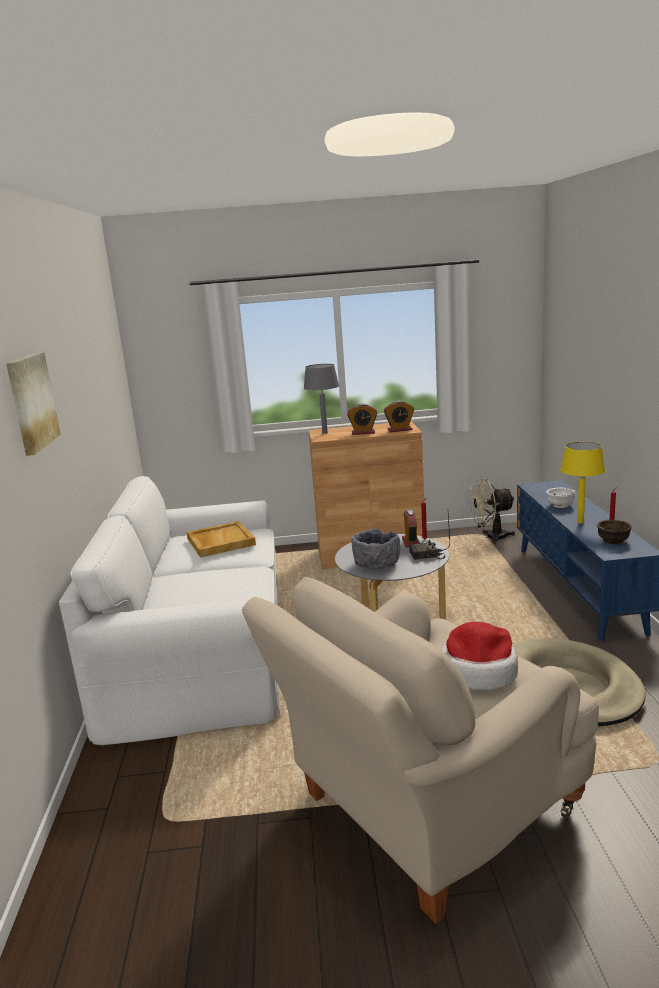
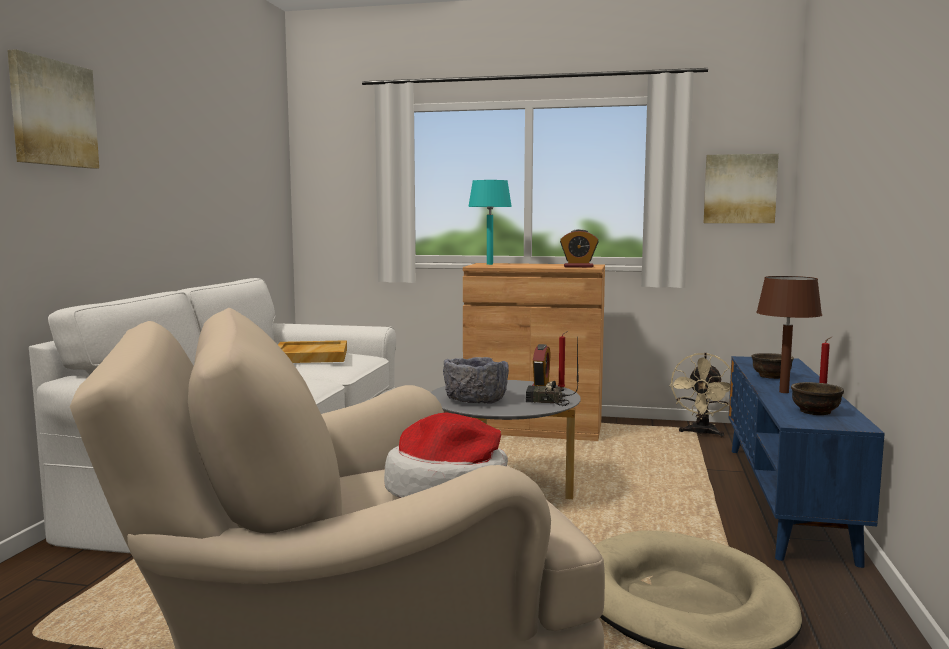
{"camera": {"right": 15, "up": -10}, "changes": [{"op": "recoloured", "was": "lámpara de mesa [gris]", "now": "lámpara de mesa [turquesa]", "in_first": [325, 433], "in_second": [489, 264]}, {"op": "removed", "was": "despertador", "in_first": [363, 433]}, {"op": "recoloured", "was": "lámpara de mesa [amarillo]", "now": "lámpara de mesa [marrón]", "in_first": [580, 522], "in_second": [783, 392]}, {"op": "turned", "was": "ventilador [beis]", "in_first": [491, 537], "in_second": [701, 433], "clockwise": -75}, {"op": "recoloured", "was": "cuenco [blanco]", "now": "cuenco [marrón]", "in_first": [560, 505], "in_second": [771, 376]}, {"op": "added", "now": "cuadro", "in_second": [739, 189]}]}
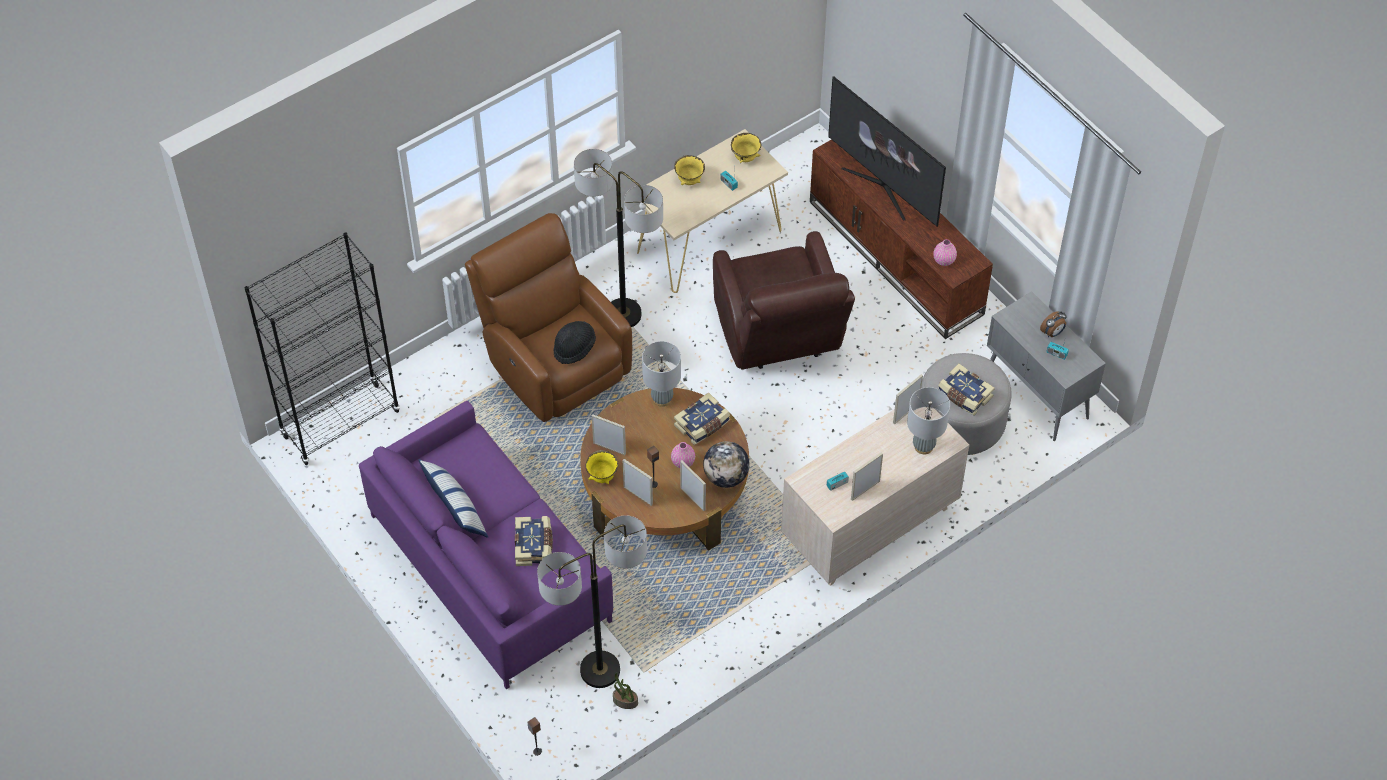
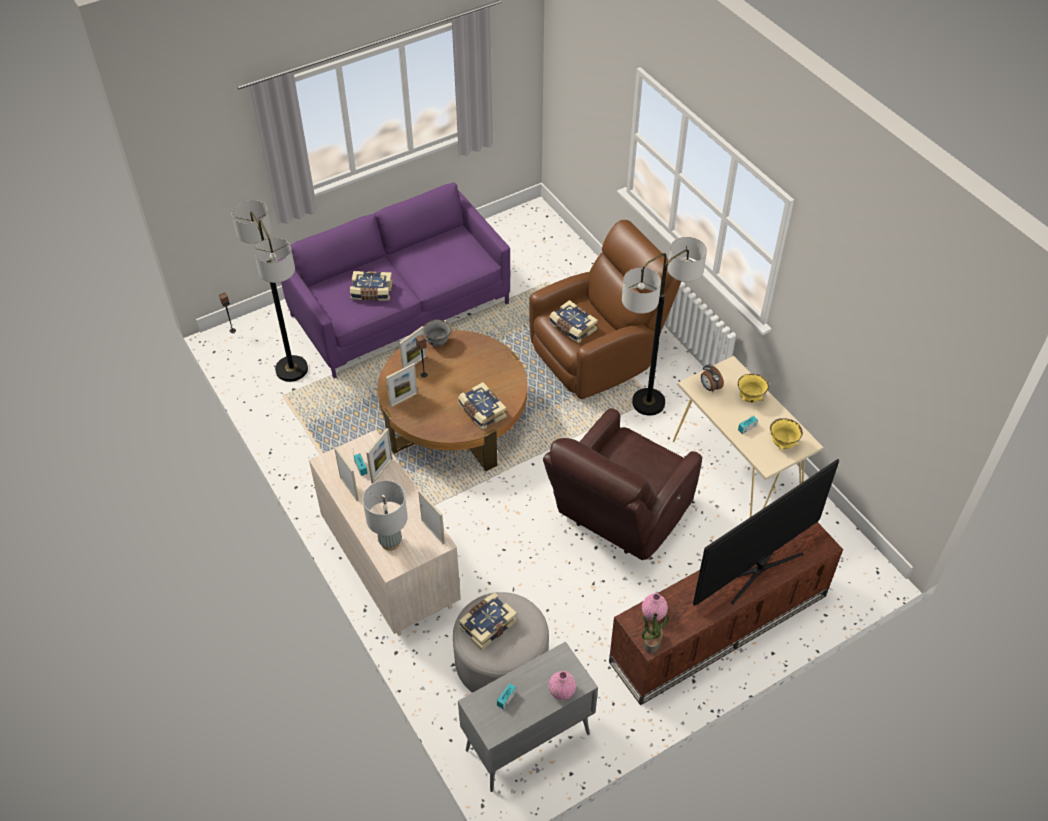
{"camera": {"right": 95, "up": -5}, "changes": [{"op": "turned", "was": "sillón [marrón]", "in_first": [779, 337], "in_second": [618, 517], "clockwise": -45}, {"op": "removed", "was": "estantería [negro]", "in_first": [341, 423]}, {"op": "moved", "was": "despertador", "in_first": [1052, 333], "in_second": [709, 387]}, {"op": "replaced", "was": "sombrero [negro]", "now": "libro", "in_first": [574, 348], "in_second": [572, 328]}, {"op": "removed", "was": "lámpara de mesa [gris]", "in_first": [662, 399]}, {"op": "moved", "was": "portarretratos", "in_first": [609, 448], "in_second": [382, 470]}, {"op": "removed", "was": "globo terráqueo", "in_first": [726, 477]}, {"op": "moved", "was": "florero [rosa]", "in_first": [683, 462], "in_second": [562, 691]}, {"op": "recoloured", "was": "cuenco [amarillo]", "now": "cuenco [gris]", "in_first": [602, 476], "in_second": [438, 343]}, {"op": "removed", "was": "cojín", "in_first": [455, 508]}, {"op": "moved", "was": "planta en maceta", "in_first": [625, 701], "in_second": [652, 641]}]}
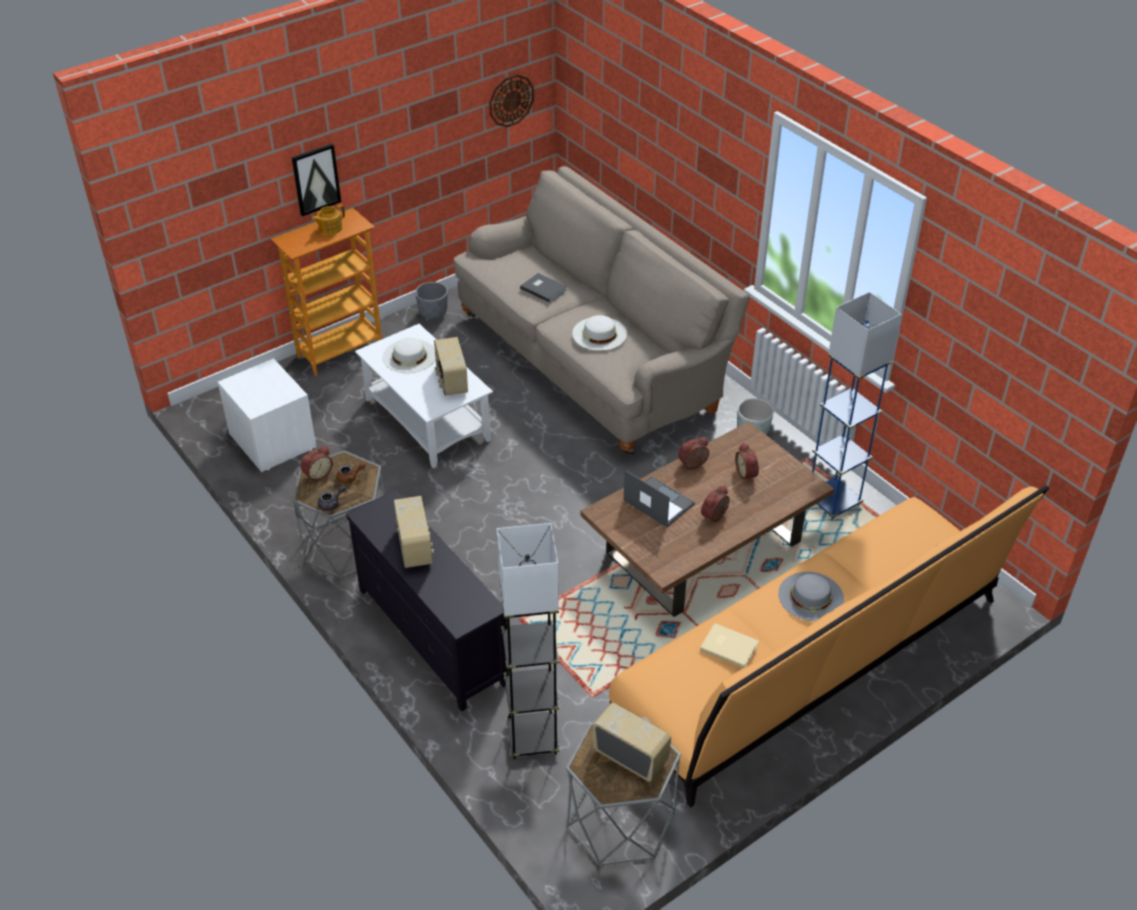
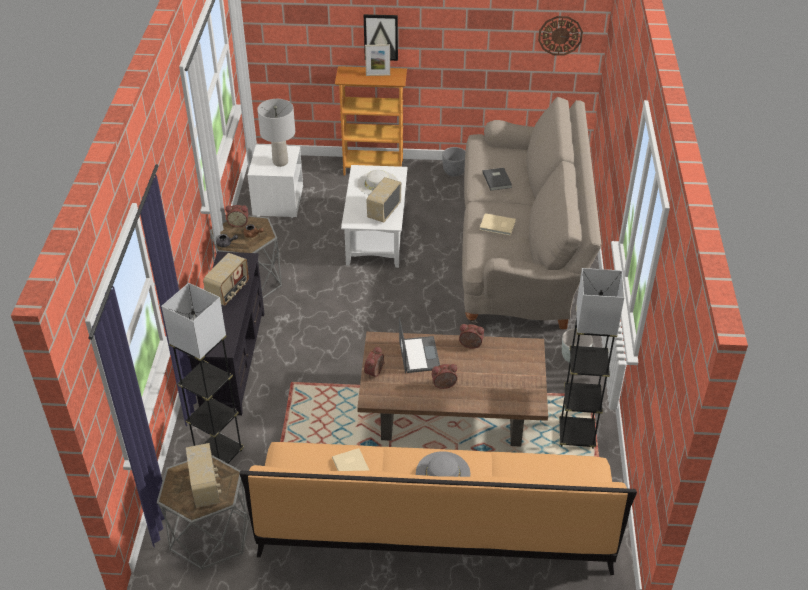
{"camera": {"right": 40, "up": 0}, "changes": [{"op": "replaced", "was": "tetera", "now": "portarretratos", "in_first": [330, 228], "in_second": [378, 75]}, {"op": "recoloured", "was": "lámpara de pie [azul]", "now": "lámpara de pie [gris]", "in_first": [833, 502], "in_second": [576, 435]}, {"op": "replaced", "was": "sombrero [blanco]", "now": "libro [beis]", "in_first": [599, 333], "in_second": [497, 226]}, {"op": "moved", "was": "despertador", "in_first": [747, 474], "in_second": [375, 372]}, {"op": "added", "now": "lámpara de mesa [gris]", "in_second": [280, 162]}]}
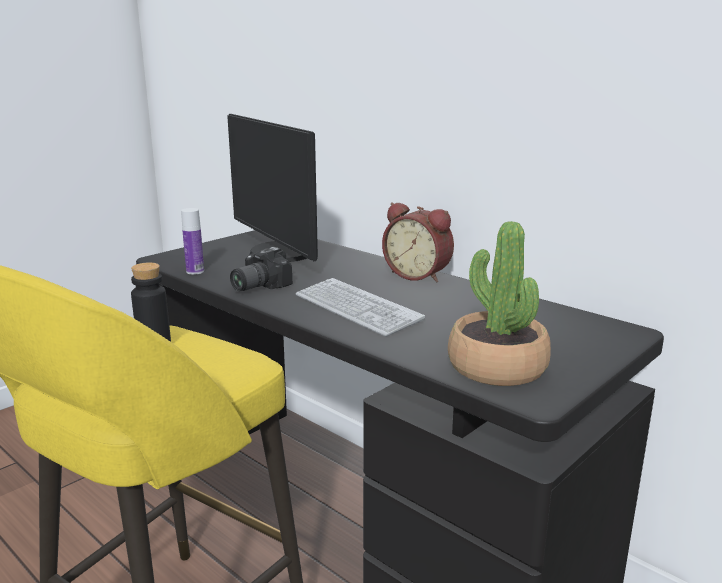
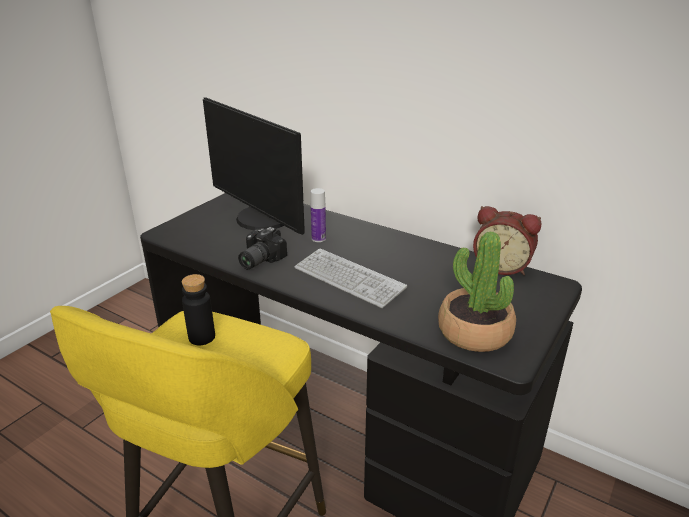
{"camera": {"right": -10, "up": 10}, "changes": [{"op": "moved", "was": "despertador", "in_first": [418, 275], "in_second": [502, 266]}, {"op": "moved", "was": "botella", "in_first": [195, 271], "in_second": [318, 238]}]}
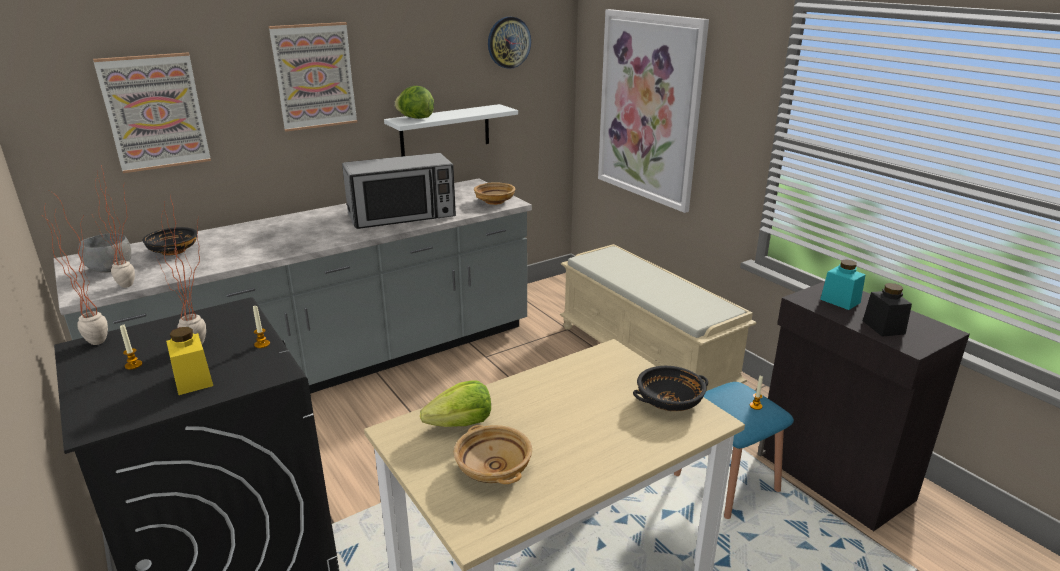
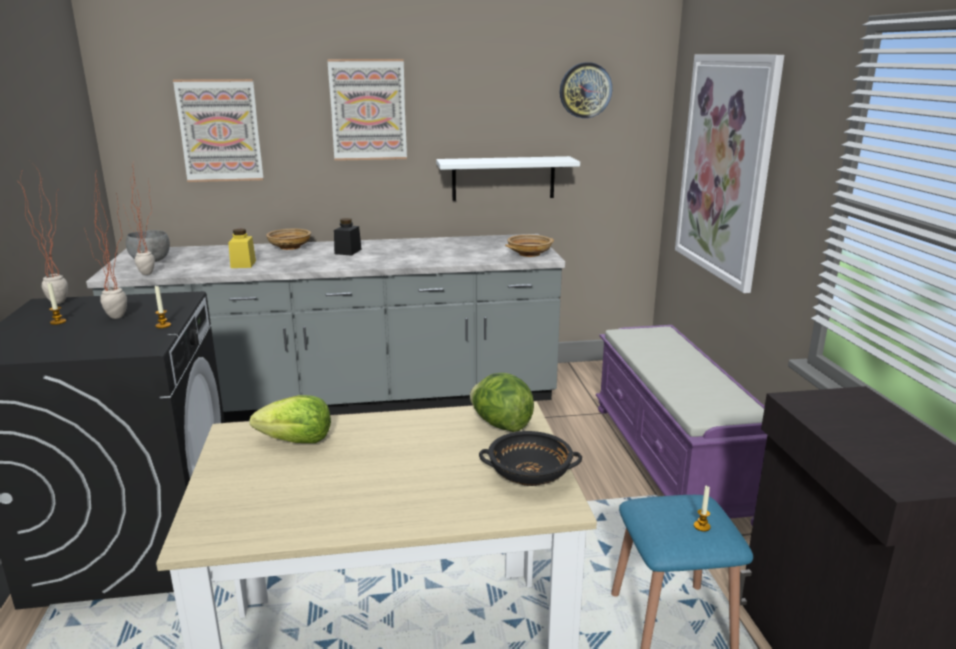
{"camera": {"right": 25, "up": -5}, "changes": [{"op": "moved", "was": "lechuga", "in_first": [415, 118], "in_second": [500, 425]}, {"op": "removed", "was": "microondas", "in_first": [402, 216]}, {"op": "removed", "was": "cuenco [negro]", "in_first": [173, 250]}, {"op": "recoloured", "was": "banco [beis]", "now": "banco [morado]", "in_first": [646, 358], "in_second": [672, 461]}, {"op": "removed", "was": "tarro [turquesa]", "in_first": [840, 301]}, {"op": "moved", "was": "tarro [negro]", "in_first": [883, 327], "in_second": [348, 251]}, {"op": "moved", "was": "tarro [amarillo]", "in_first": [193, 380], "in_second": [243, 264]}, {"op": "moved", "was": "cuenco [beis]", "in_first": [492, 468], "in_second": [289, 247]}]}
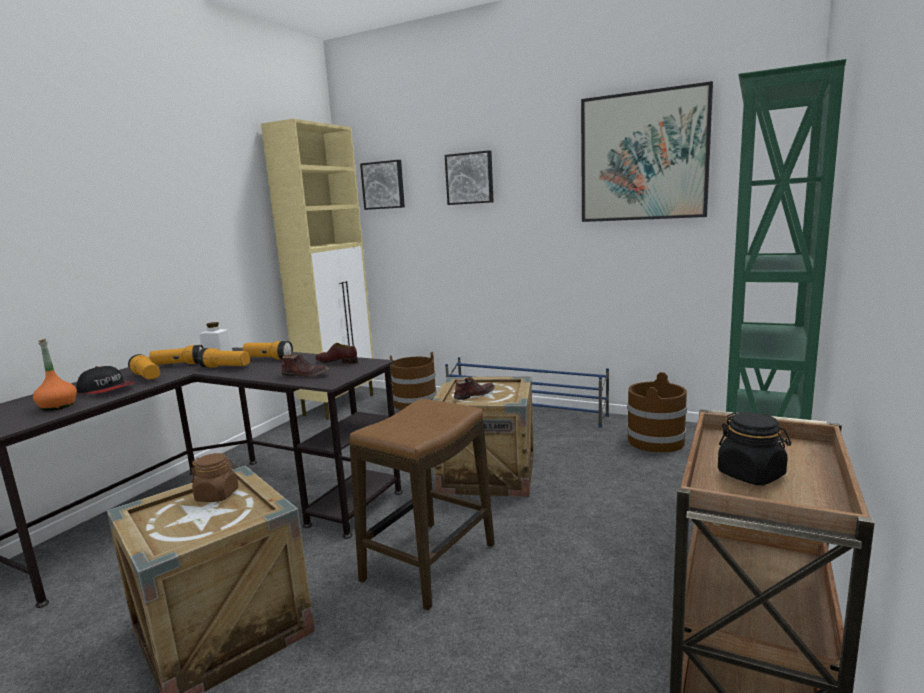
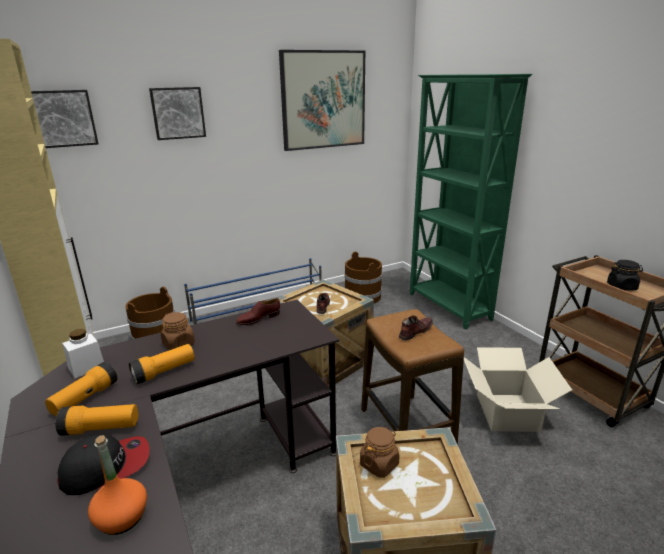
{"camera": {"right": -55, "up": 10}, "changes": [{"op": "replaced", "was": "linterna", "now": "tarro [marrón]", "in_first": [268, 359], "in_second": [179, 344]}, {"op": "moved", "was": "zapato [marrón]", "in_first": [306, 375], "in_second": [415, 331]}, {"op": "added", "now": "caja de cartón", "in_second": [506, 412]}]}
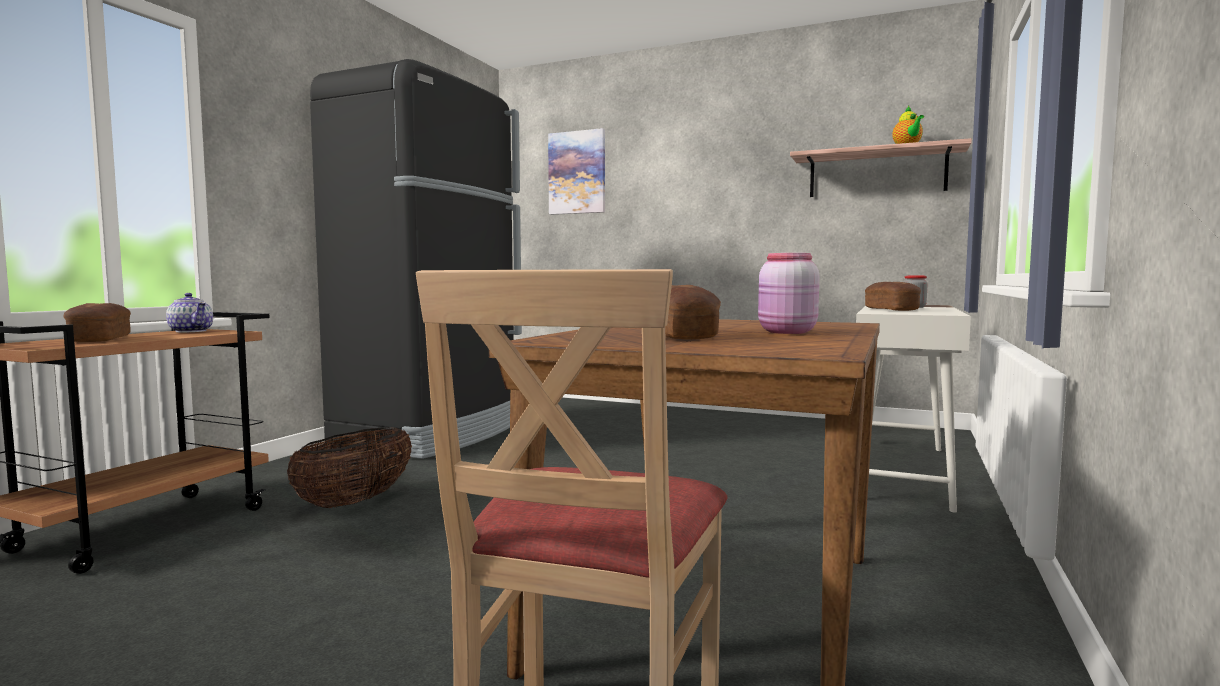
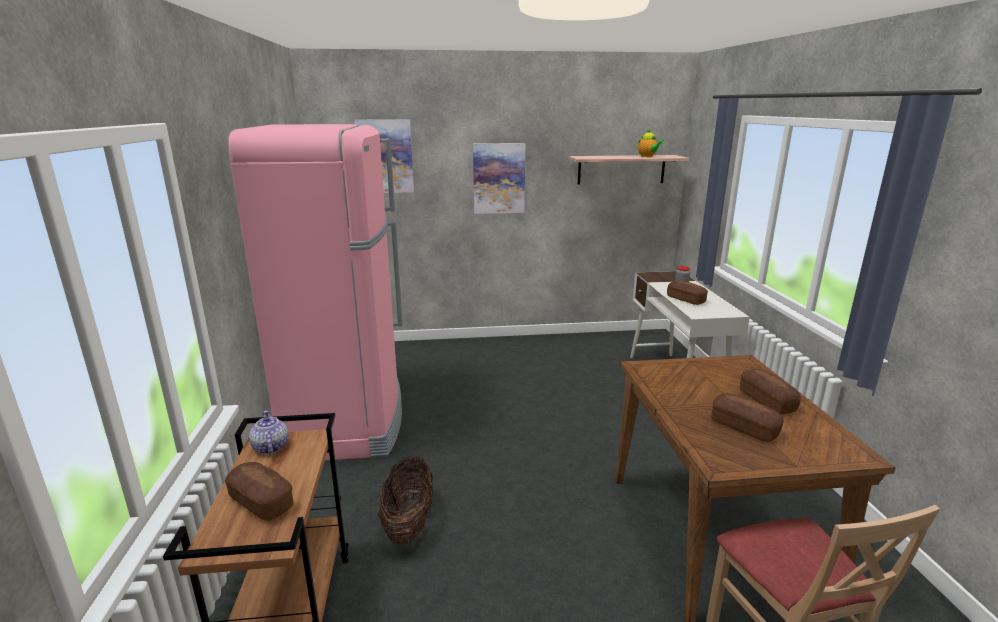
{"camera": {"right": -30, "up": 15}, "changes": [{"op": "recoloured", "was": "nevera [negro]", "now": "nevera [rosa]", "in_first": [430, 435], "in_second": [347, 422]}, {"op": "replaced", "was": "tarro [rosa]", "now": "pan", "in_first": [786, 332], "in_second": [767, 401]}, {"op": "turned", "was": "tetera", "in_first": [191, 331], "in_second": [270, 447], "clockwise": -120}, {"op": "added", "now": "cuadro", "in_second": [498, 178]}]}
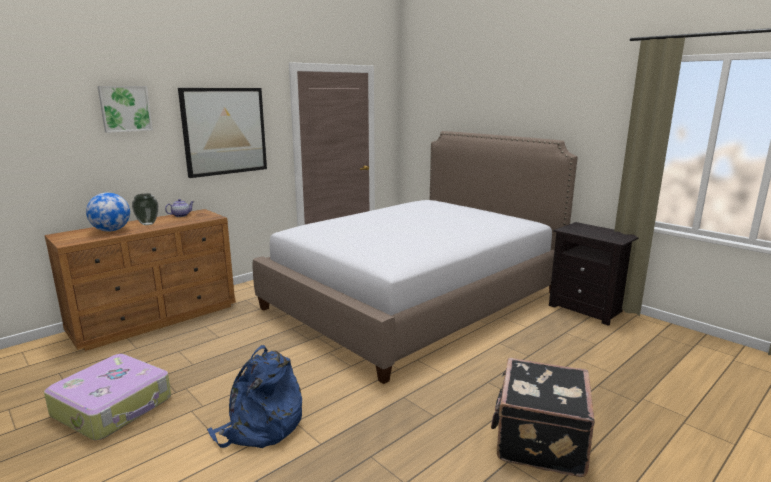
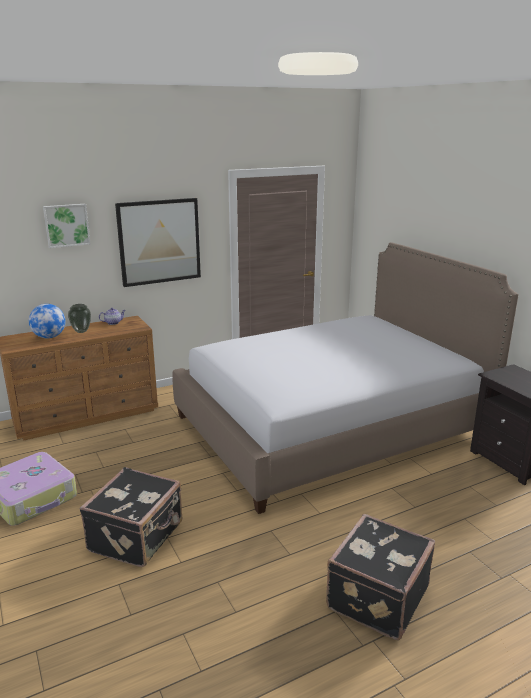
{"camera": {"right": 15, "up": 5}, "changes": [{"op": "replaced", "was": "mochila [azul]", "now": "maleta [negro]", "in_first": [260, 427], "in_second": [138, 537]}]}
